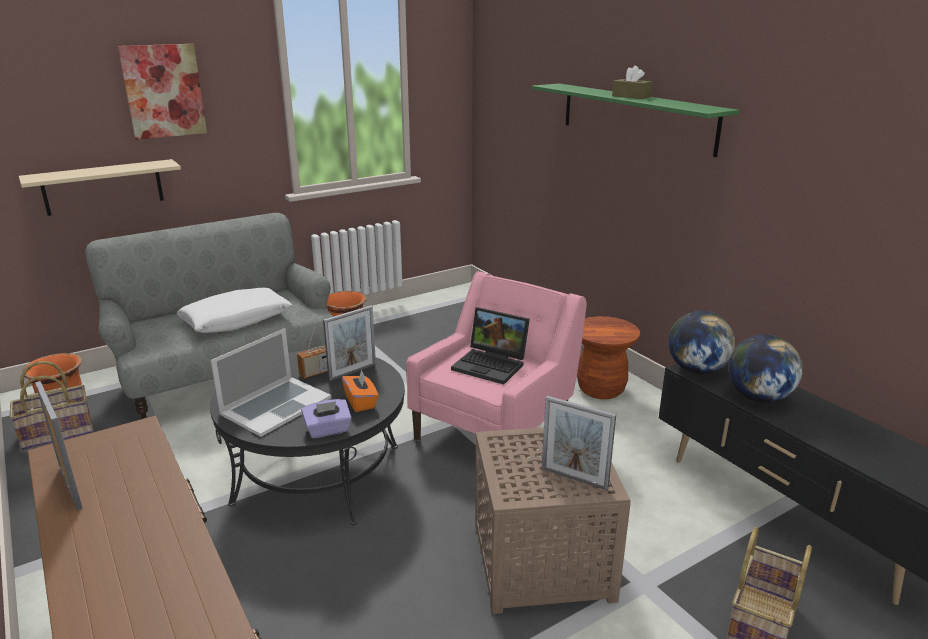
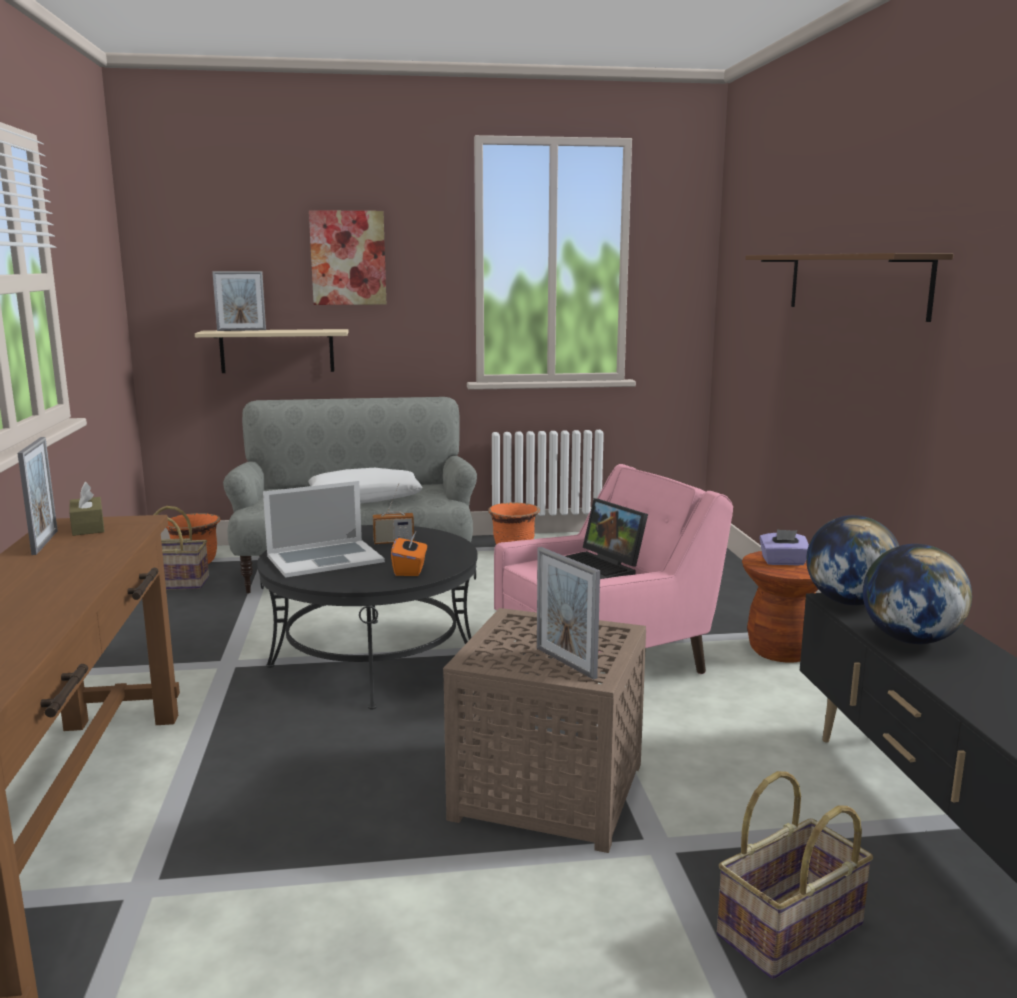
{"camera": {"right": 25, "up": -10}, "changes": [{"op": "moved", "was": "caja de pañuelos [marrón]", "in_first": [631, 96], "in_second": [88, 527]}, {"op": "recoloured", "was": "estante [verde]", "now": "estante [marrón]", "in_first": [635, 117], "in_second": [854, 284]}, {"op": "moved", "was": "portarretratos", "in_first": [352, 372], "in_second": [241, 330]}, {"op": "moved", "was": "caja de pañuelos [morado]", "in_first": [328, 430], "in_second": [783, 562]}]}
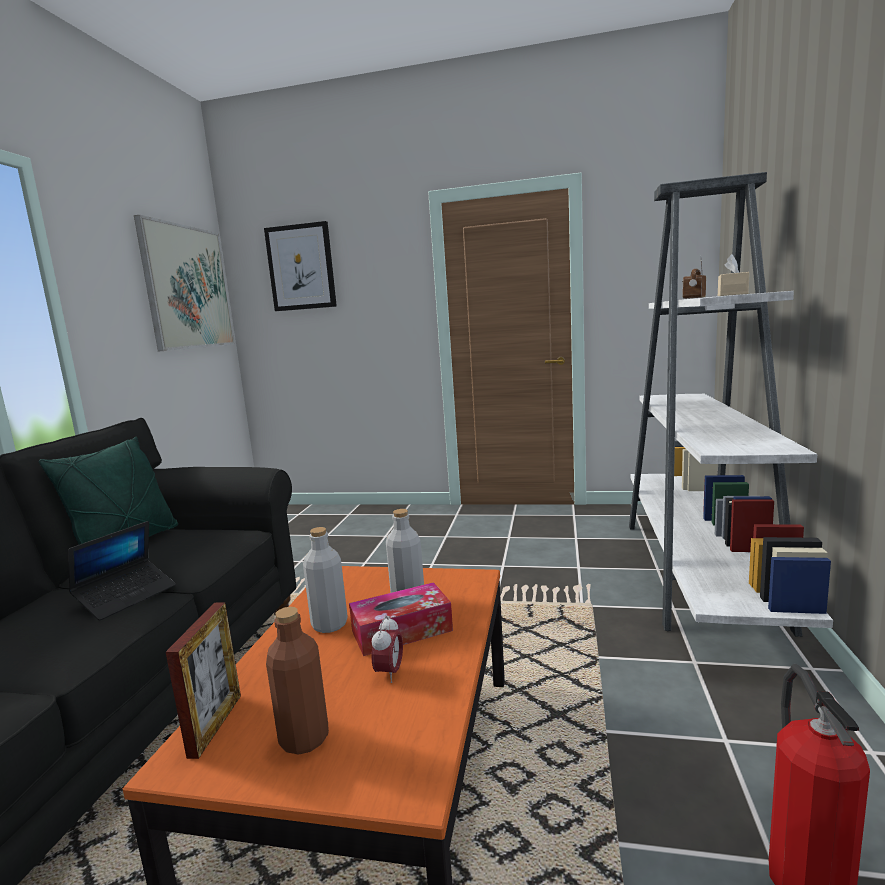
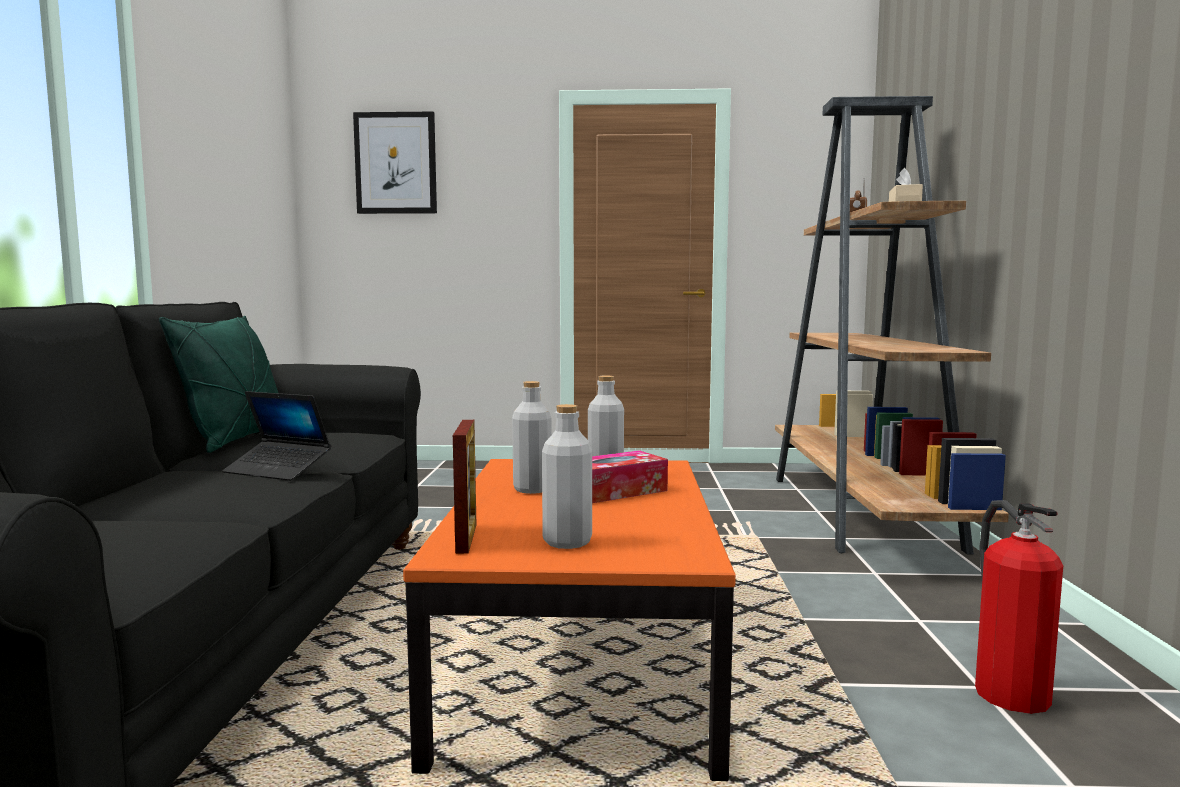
{"camera": {"right": -10, "up": -5}, "changes": [{"op": "recoloured", "was": "estantería [blanco]", "now": "estantería [marrón]", "in_first": [698, 572], "in_second": [860, 512]}, {"op": "removed", "was": "cuadro", "in_first": [188, 288]}, {"op": "turned", "was": "portátil", "in_first": [127, 596], "in_second": [278, 470], "clockwise": 90}, {"op": "recoloured", "was": "botella [marrón]", "now": "botella [gris]", "in_first": [304, 738], "in_second": [567, 542]}, {"op": "removed", "was": "despertador", "in_first": [389, 673]}]}
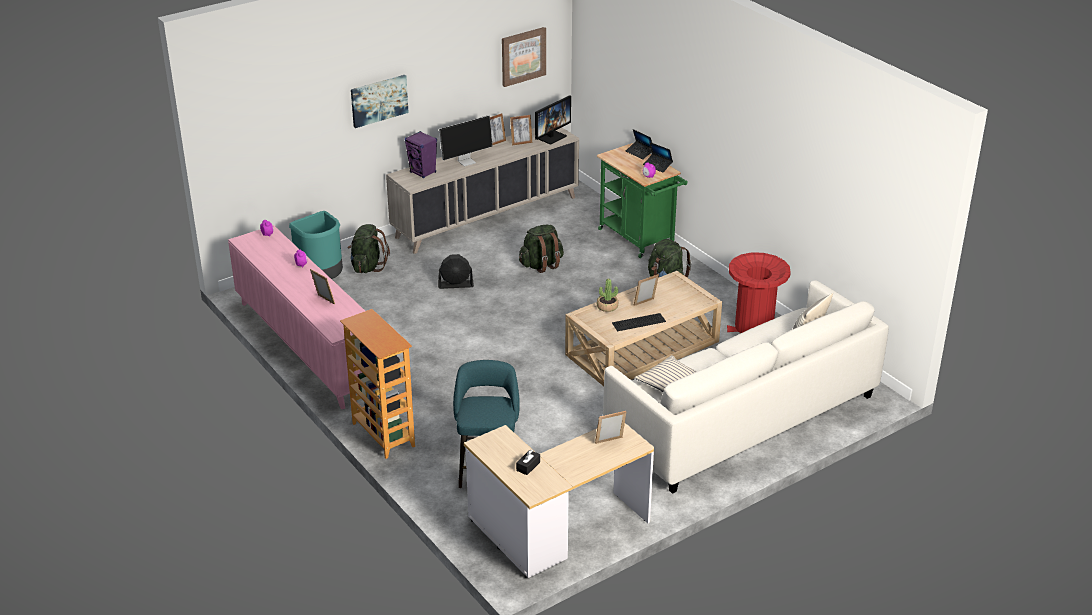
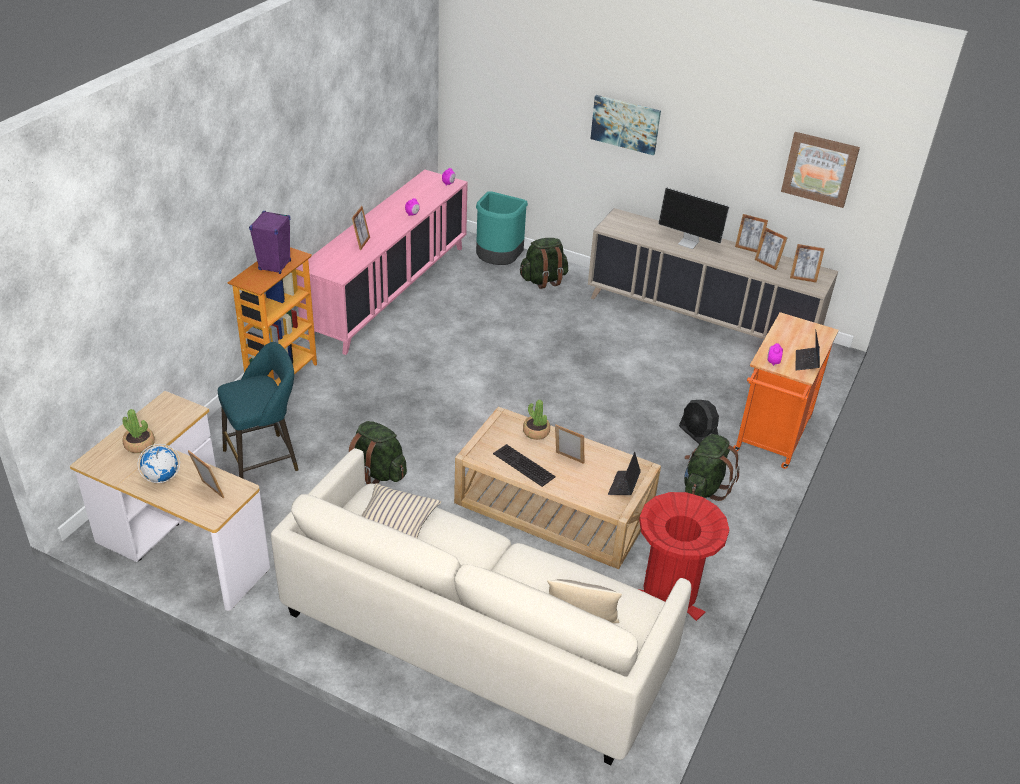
{"camera": {"right": 60, "up": 5}, "changes": [{"op": "replaced", "was": "monitor", "now": "portarretratos", "in_first": [551, 137], "in_second": [803, 278]}, {"op": "moved", "was": "portátil", "in_first": [639, 153], "in_second": [623, 486]}, {"op": "moved", "was": "altavoz [morado]", "in_first": [423, 172], "in_second": [274, 265]}, {"op": "recoloured", "was": "carrito [verde]", "now": "carrito [naranja]", "in_first": [639, 240], "in_second": [771, 439]}, {"op": "moved", "was": "mochila [verde]", "in_first": [541, 265], "in_second": [377, 473]}, {"op": "moved", "was": "ventilador [negro]", "in_first": [456, 285], "in_second": [698, 436]}, {"op": "replaced", "was": "caja de pañuelos [negro]", "now": "planta en maceta", "in_first": [528, 466], "in_second": [139, 444]}, {"op": "added", "now": "globo terráqueo", "in_second": [161, 477]}]}
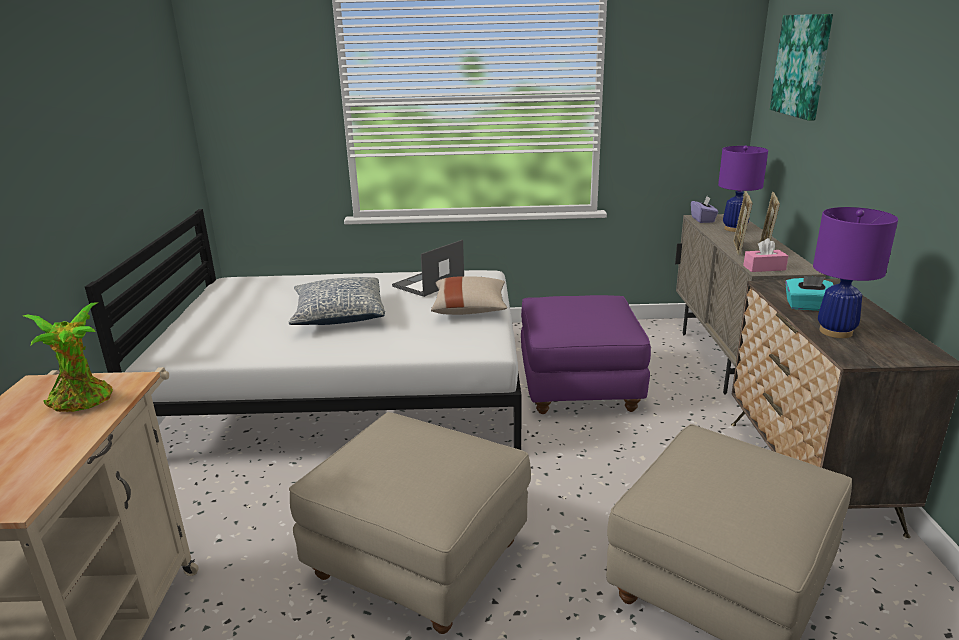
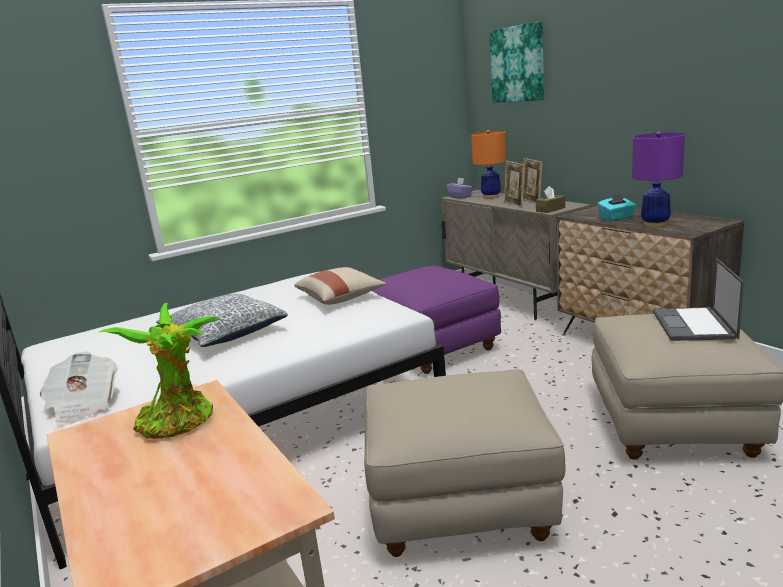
{"camera": {"right": -30, "up": -5}, "changes": [{"op": "recoloured", "was": "lámpara de mesa [morado]", "now": "lámpara de mesa [naranja]", "in_first": [734, 229], "in_second": [491, 197]}, {"op": "recoloured", "was": "caja de pañuelos [rosa]", "now": "caja de pañuelos [marrón]", "in_first": [764, 268], "in_second": [550, 209]}, {"op": "moved", "was": "portátil", "in_first": [428, 284], "in_second": [694, 325]}, {"op": "added", "now": "periódico", "in_second": [83, 406]}]}
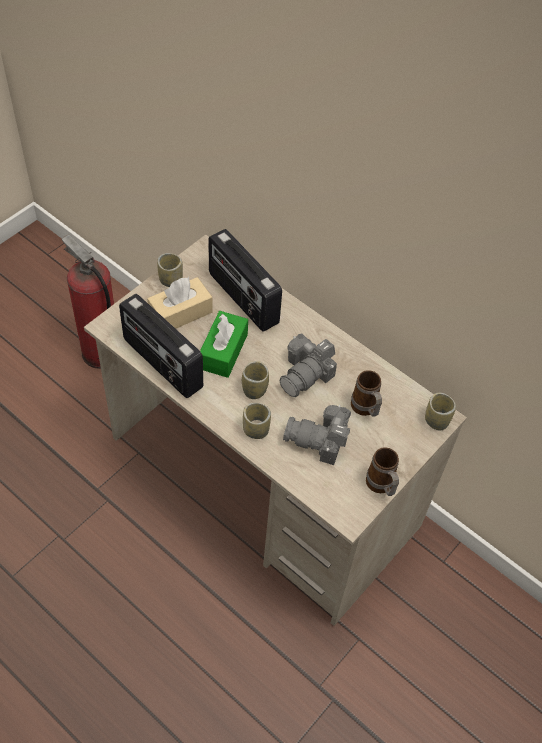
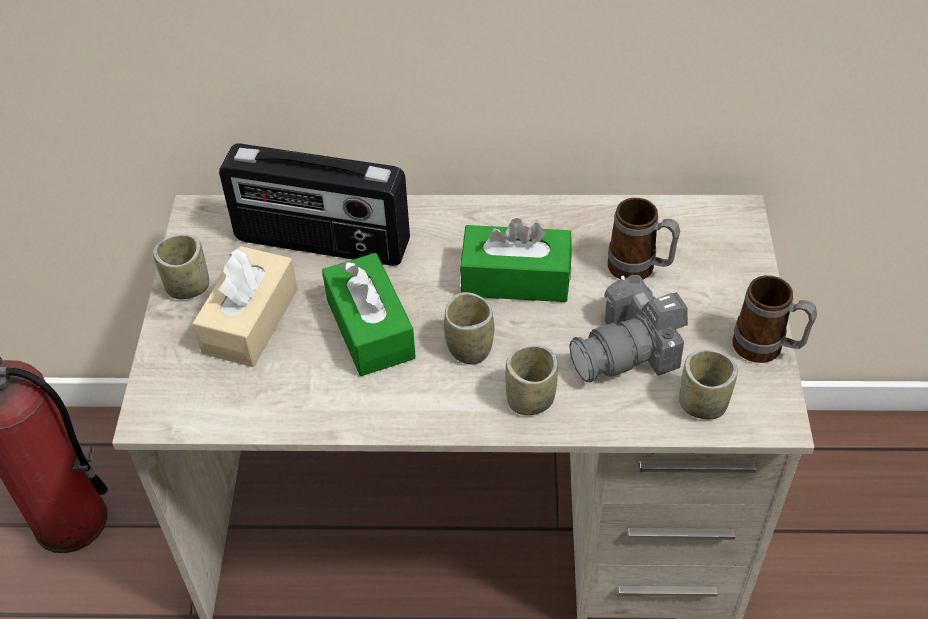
{"camera": {"right": -35, "up": -5}, "changes": [{"op": "removed", "was": "radio", "in_first": [161, 364]}, {"op": "replaced", "was": "cámara", "now": "caja de pañuelos [verde]", "in_first": [306, 374], "in_second": [515, 279]}, {"op": "moved", "was": "taza", "in_first": [436, 421], "in_second": [702, 404]}]}
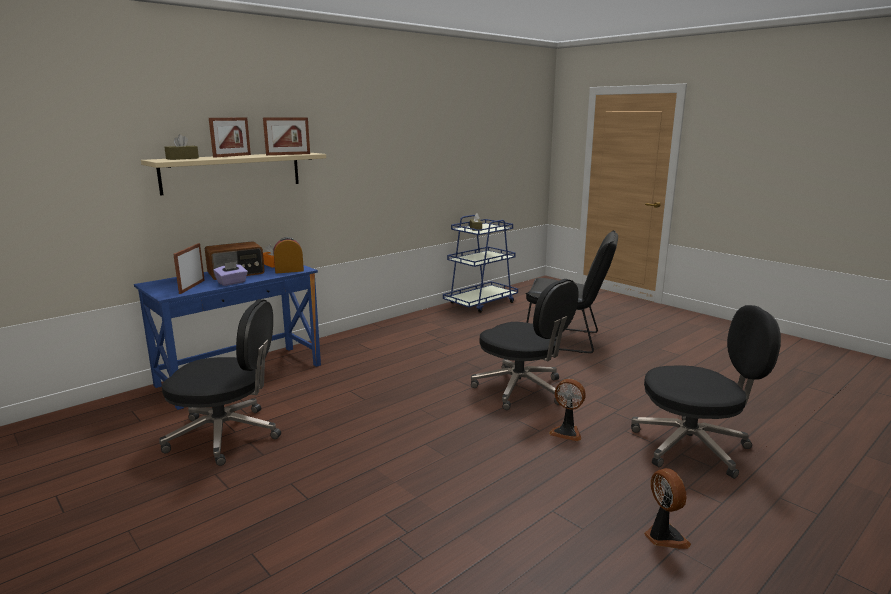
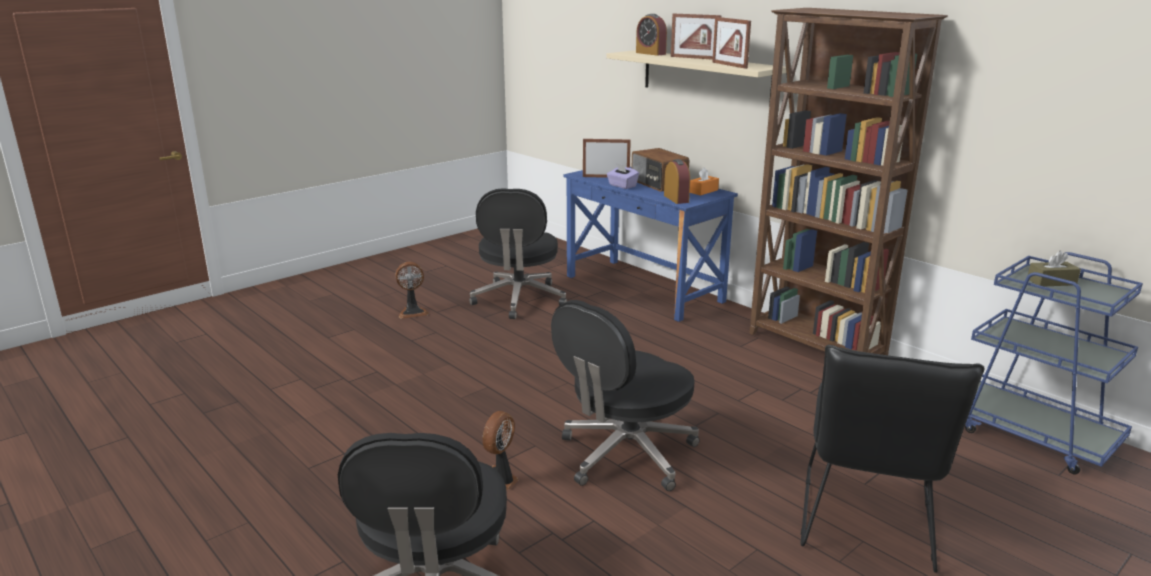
{"camera": {"right": 90, "up": 5}, "changes": [{"op": "replaced", "was": "caja de pañuelos [marrón]", "now": "despertador", "in_first": [182, 158], "in_second": [650, 53]}, {"op": "moved", "was": "ventilador", "in_first": [663, 536], "in_second": [412, 312]}, {"op": "added", "now": "estantería [marrón]", "in_second": [816, 346]}]}
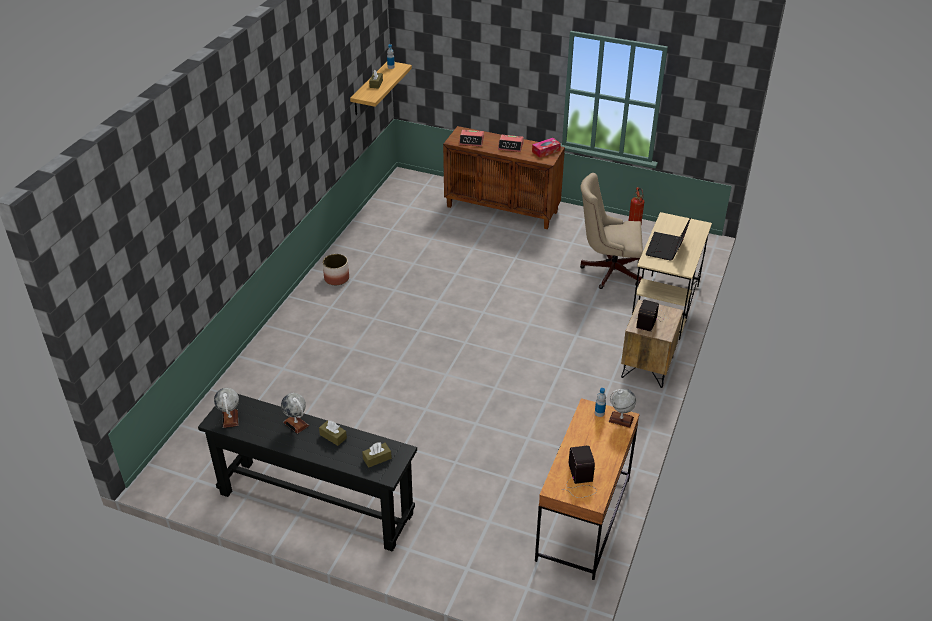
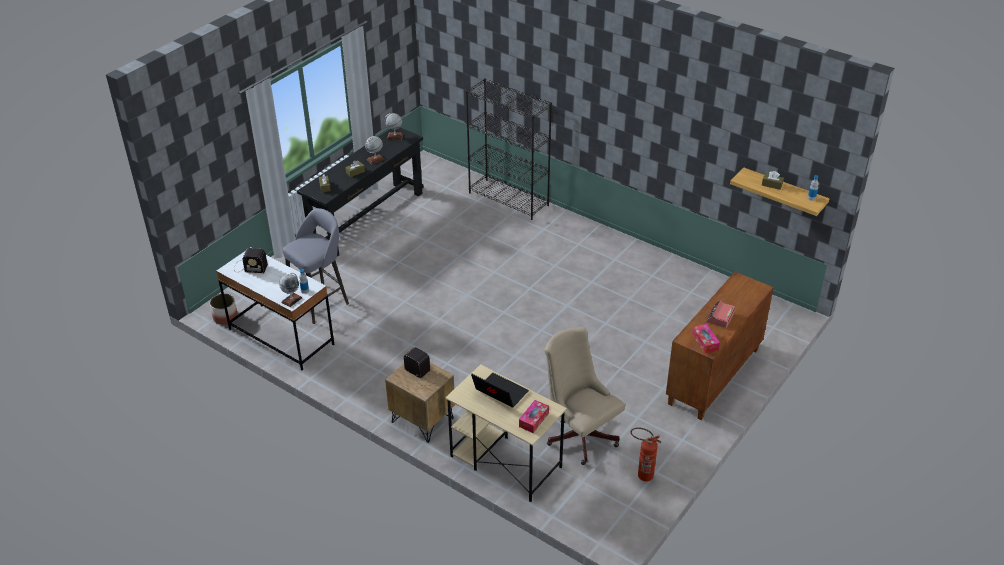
{"camera": {"right": 105, "up": 0}, "changes": [{"op": "removed", "was": "despertador", "in_first": [471, 141]}, {"op": "turned", "was": "silla de oficina [beis]", "in_first": [608, 270], "in_second": [579, 433], "clockwise": -60}, {"op": "moved", "was": "maceta", "in_first": [336, 278], "in_second": [225, 317]}, {"op": "recoloured", "was": "escritorio [marrón]", "now": "escritorio [blanco]", "in_first": [583, 519], "in_second": [281, 336]}, {"op": "added", "now": "estantería [negro]", "in_second": [509, 199]}, {"op": "added", "now": "taburete [gris]", "in_second": [320, 303]}, {"op": "added", "now": "caja de pañuelos", "in_second": [534, 420]}]}
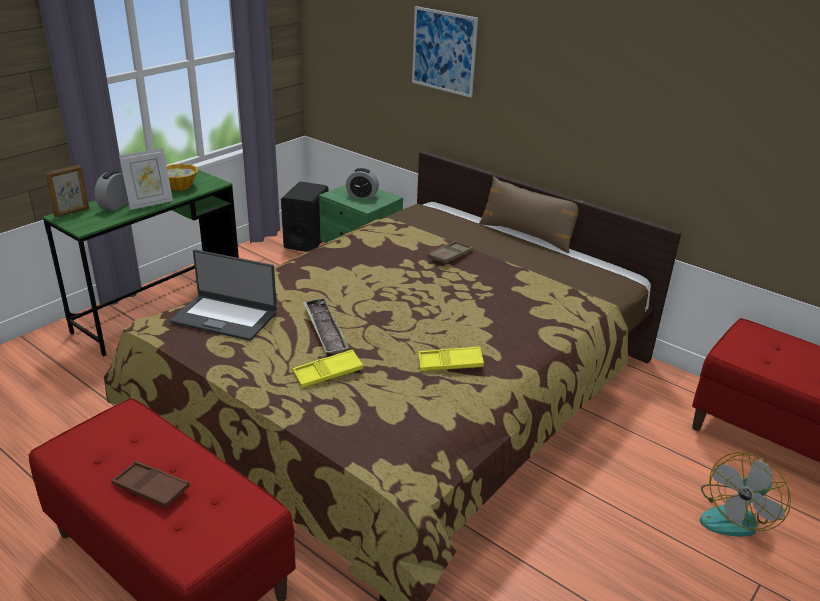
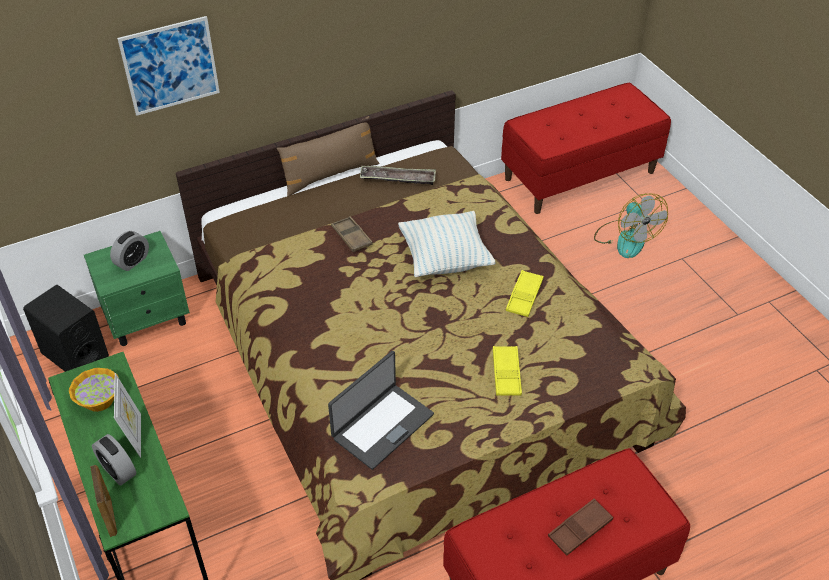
{"camera": {"right": -65, "up": 15}, "changes": [{"op": "moved", "was": "bandeja", "in_first": [325, 330], "in_second": [398, 178]}, {"op": "added", "now": "cojín", "in_second": [445, 259]}]}
